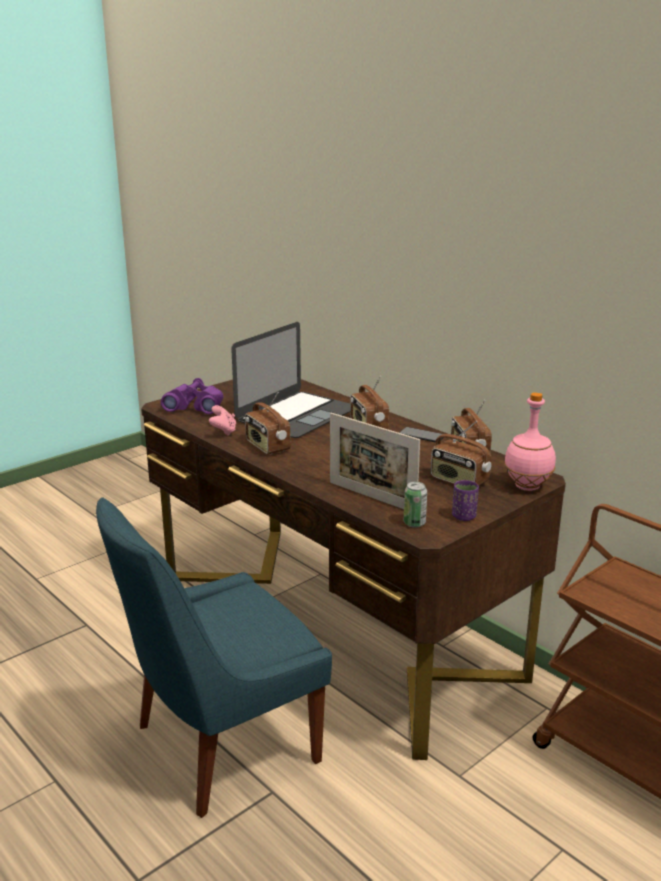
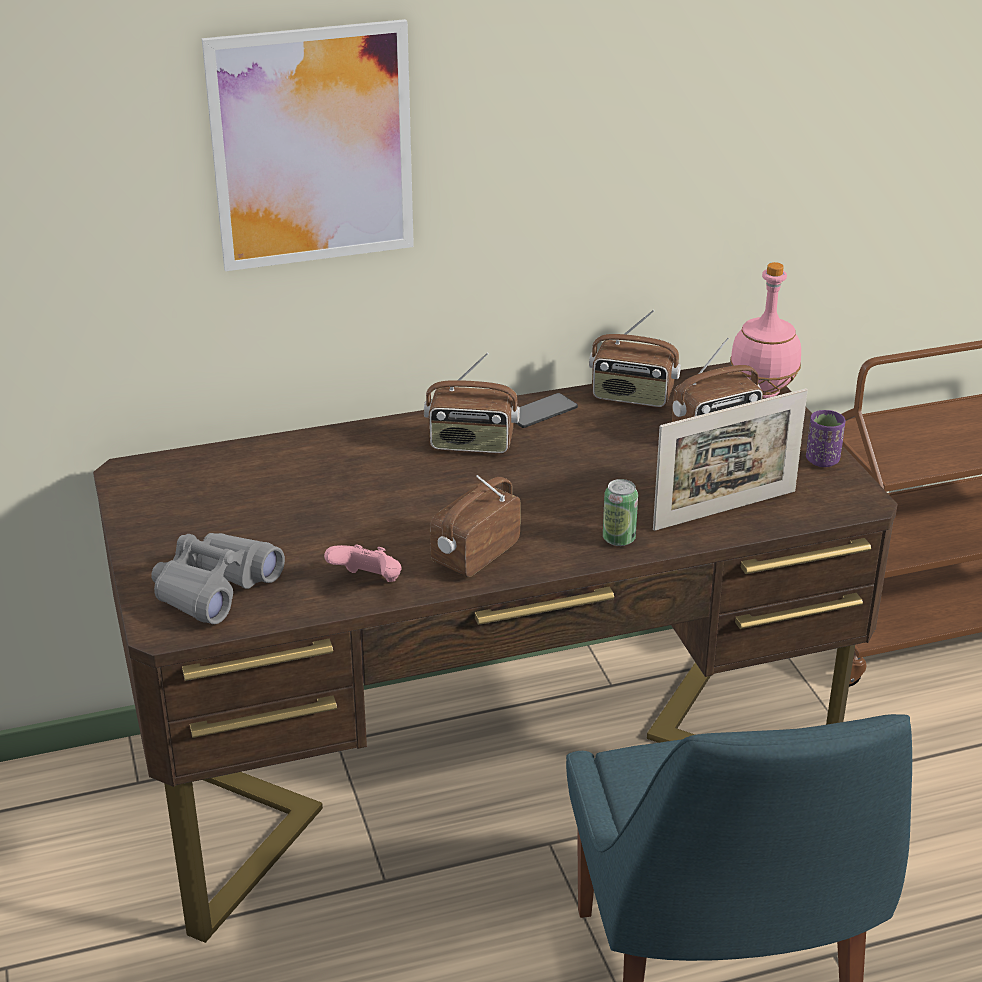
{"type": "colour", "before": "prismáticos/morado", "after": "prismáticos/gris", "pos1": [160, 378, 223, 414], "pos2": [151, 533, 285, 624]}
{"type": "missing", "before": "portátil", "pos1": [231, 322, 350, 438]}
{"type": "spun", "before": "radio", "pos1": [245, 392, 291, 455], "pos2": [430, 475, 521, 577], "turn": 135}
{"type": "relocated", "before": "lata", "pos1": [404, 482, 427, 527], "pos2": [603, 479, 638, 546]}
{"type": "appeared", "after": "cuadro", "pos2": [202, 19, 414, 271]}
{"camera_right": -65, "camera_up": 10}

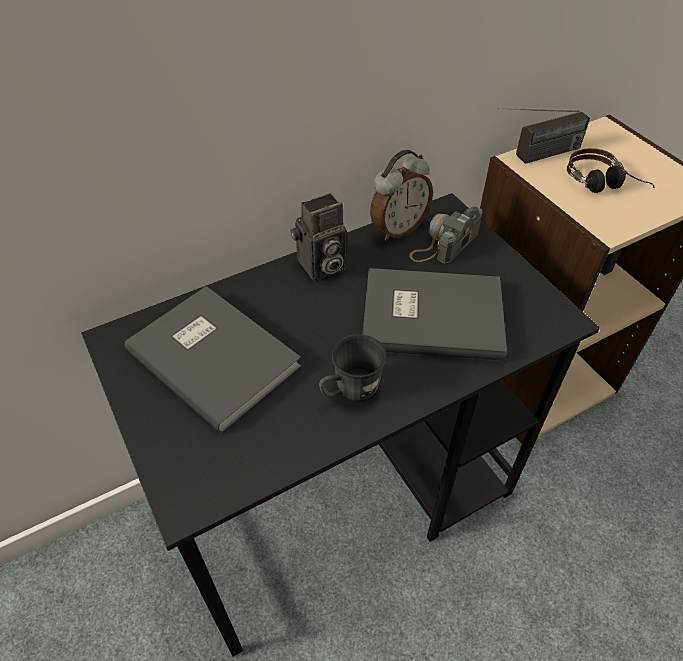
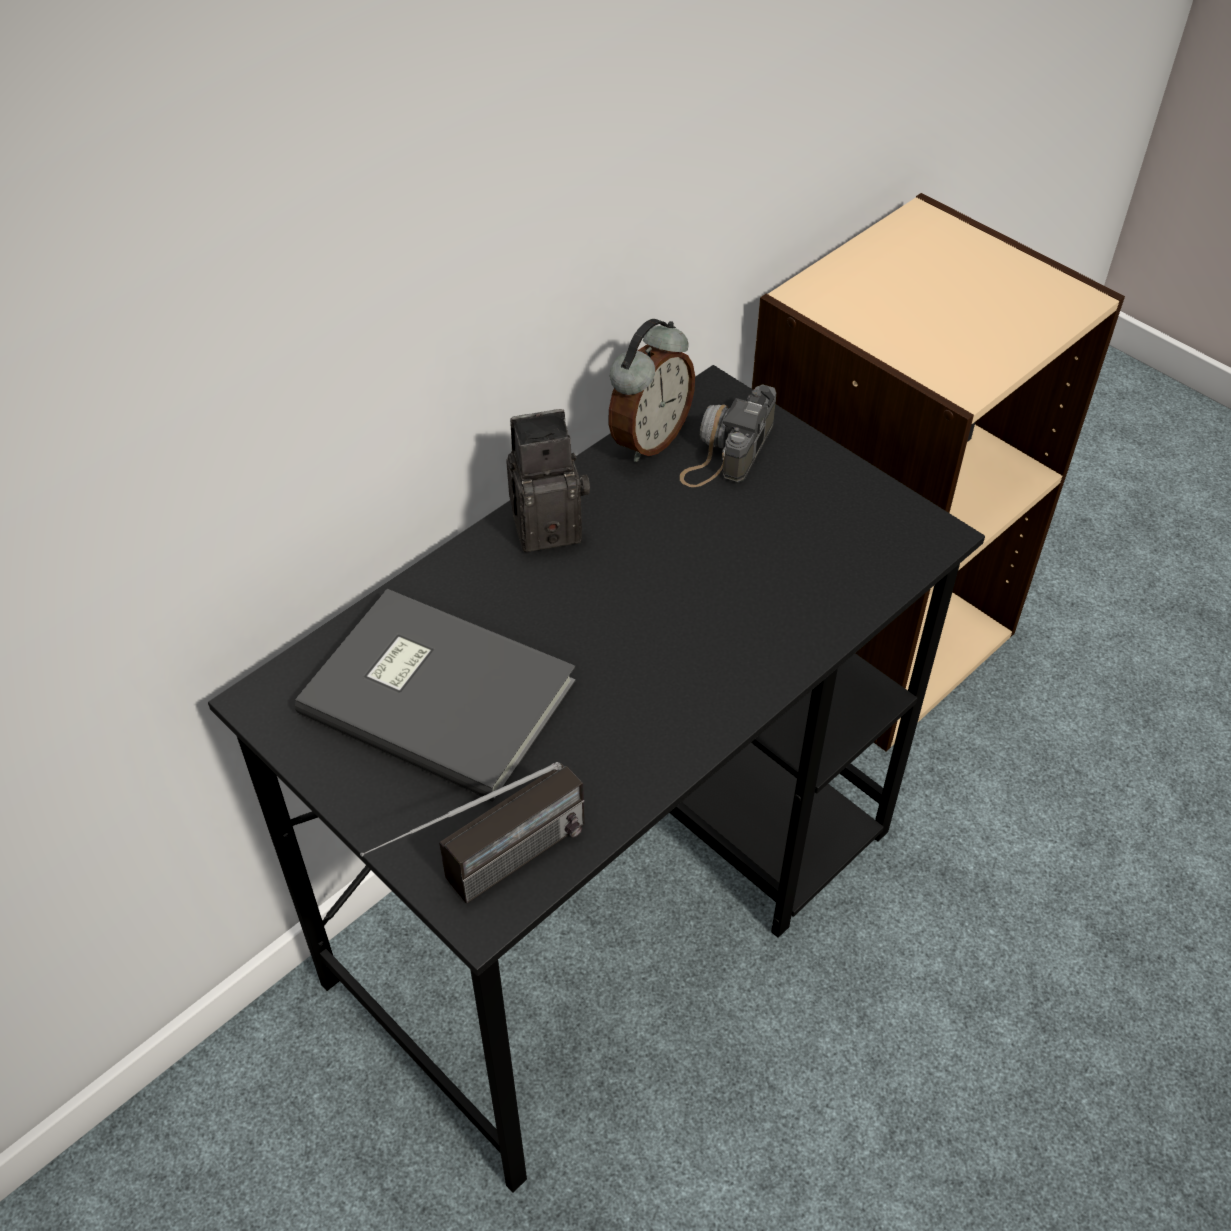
{"type": "spun", "before": "cámara", "pos1": [290, 193, 347, 281], "pos2": [506, 409, 590, 552], "turn": -150}
{"type": "missing", "before": "taza grande/gris", "pos1": [319, 334, 386, 402]}
{"type": "missing", "before": "libro/gris", "pos1": [363, 268, 507, 361]}
{"type": "relocated", "before": "radio", "pos1": [496, 108, 590, 164], "pos2": [360, 762, 584, 904]}
{"type": "missing", "before": "auriculares", "pos1": [567, 148, 654, 193]}
{"camera_right": -15, "camera_up": 0}

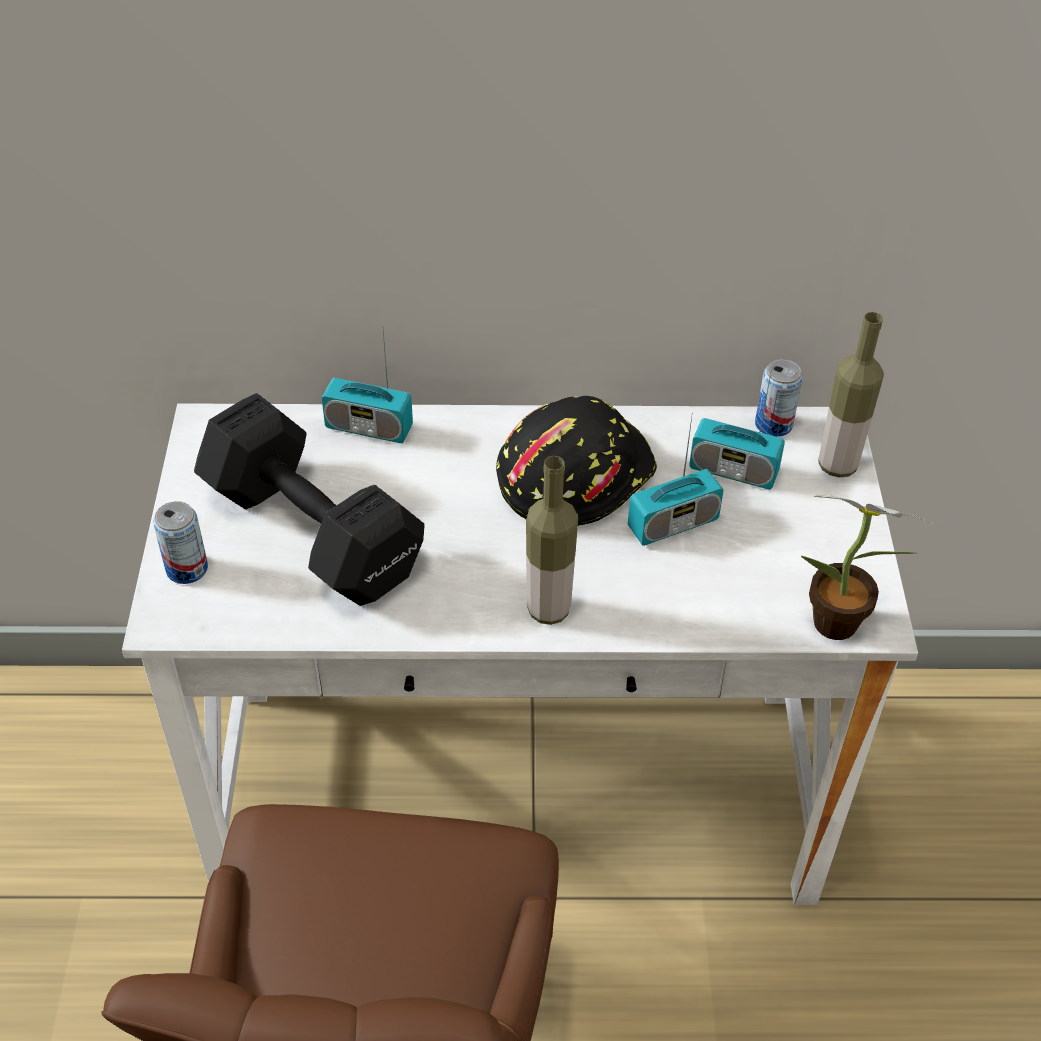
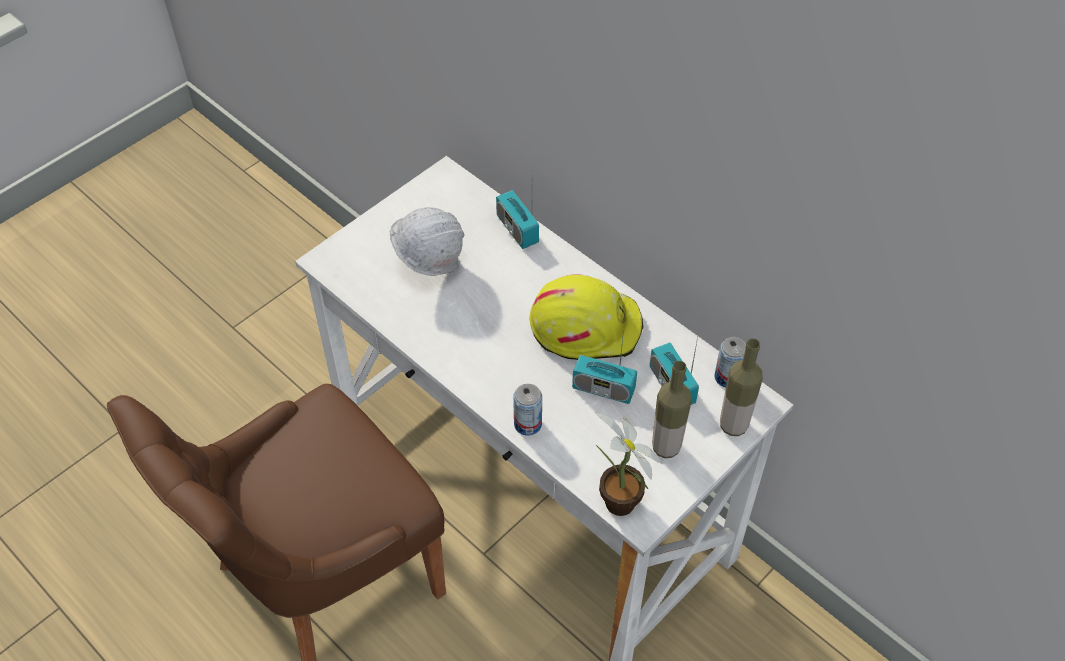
{"type": "relocated", "before": "lata", "pos1": [153, 501, 208, 584], "pos2": [513, 384, 542, 436]}
{"type": "exchanged", "before": "mancuerna/negro", "after": "casco/blanco", "pos1": [194, 393, 425, 606], "pos2": [390, 207, 465, 276]}
{"type": "colour", "before": "casco/negro", "after": "casco/amarillo", "pos1": [496, 396, 657, 526], "pos2": [529, 275, 644, 360]}
{"type": "relocated", "before": "botella", "pos1": [526, 456, 578, 625], "pos2": [652, 361, 692, 458]}
{"camera_right": 45, "camera_up": 5}

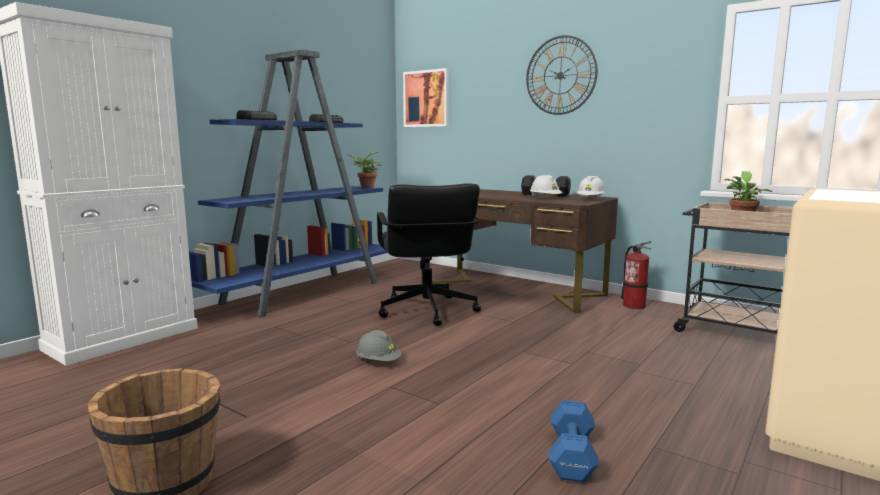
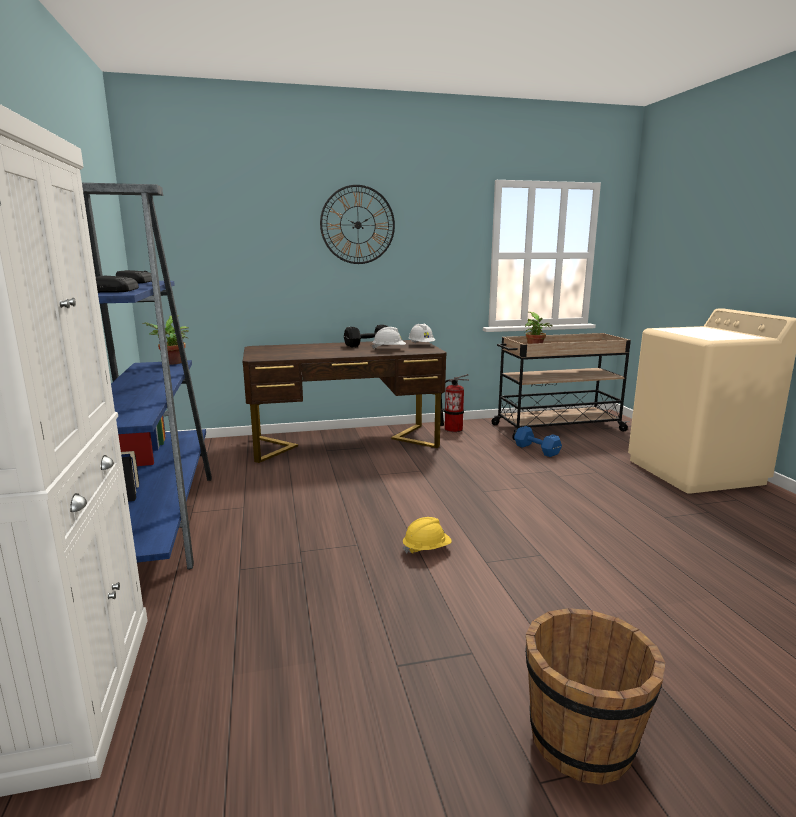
{"type": "colour", "before": "casco/gris", "after": "casco/amarillo", "pos1": [356, 330, 402, 361], "pos2": [403, 517, 452, 554]}
{"type": "missing", "before": "silla de oficina/negro", "pos1": [377, 183, 481, 326]}
{"type": "missing", "before": "cuadro", "pos1": [403, 68, 449, 127]}
{"type": "relocated", "before": "mancuerna/azul", "pos1": [549, 400, 599, 482], "pos2": [514, 426, 562, 457]}
{"camera_right": -50, "camera_up": 5}

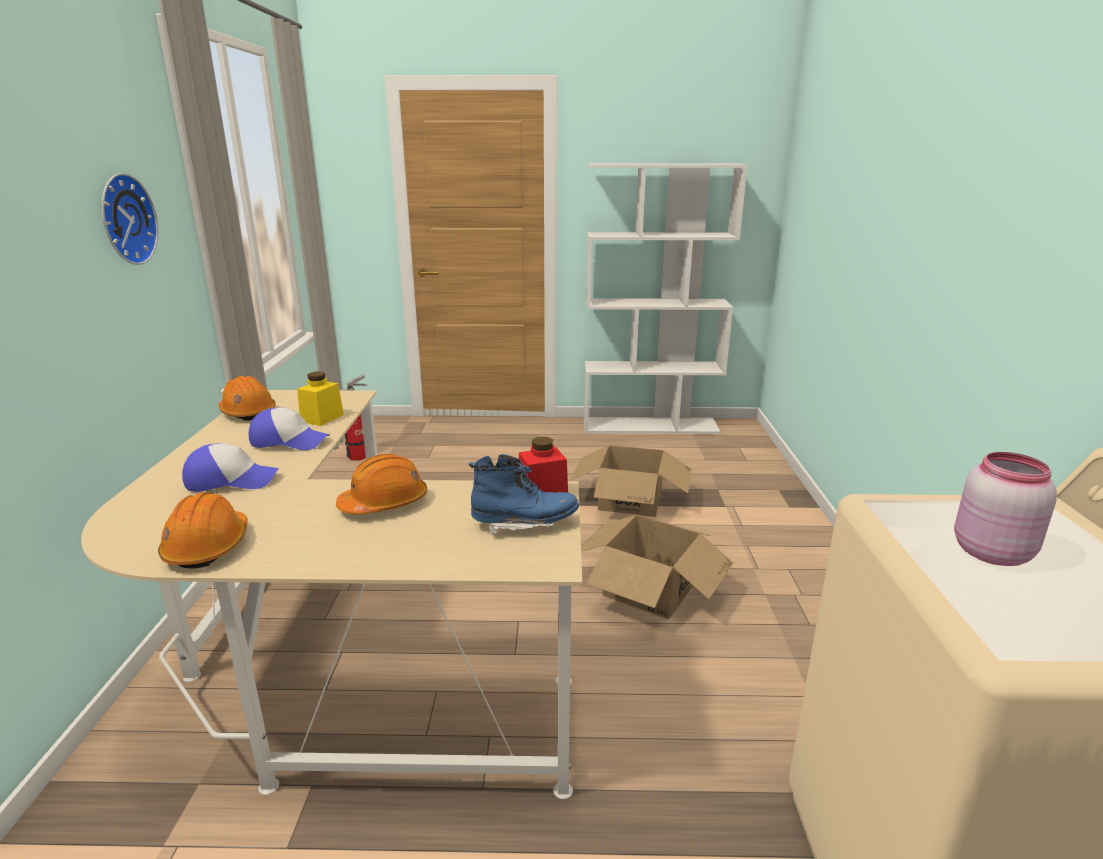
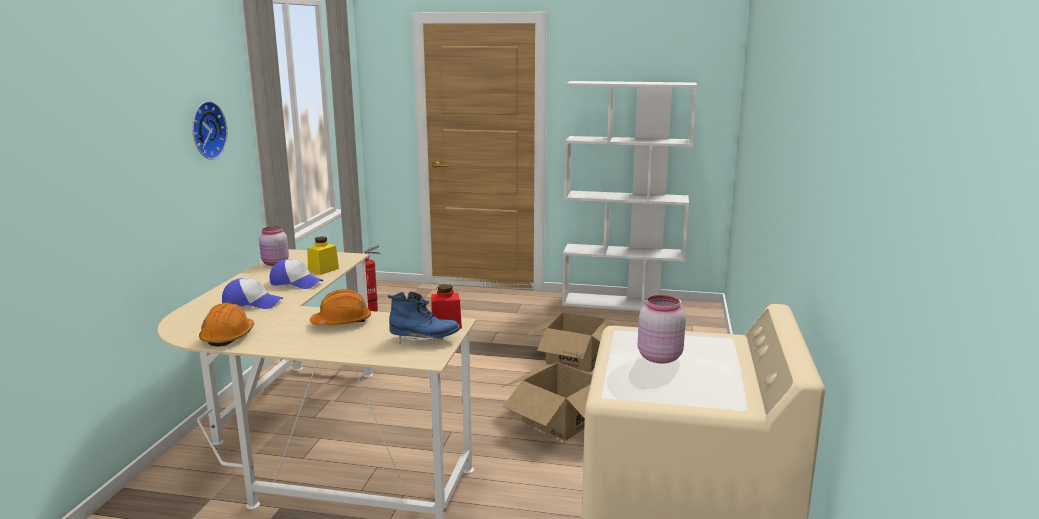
{"type": "exchanged", "before": "casco/naranja", "after": "tarro/rosa", "pos1": [219, 376, 276, 421], "pos2": [259, 226, 289, 266]}
{"camera_right": 10, "camera_up": -5}

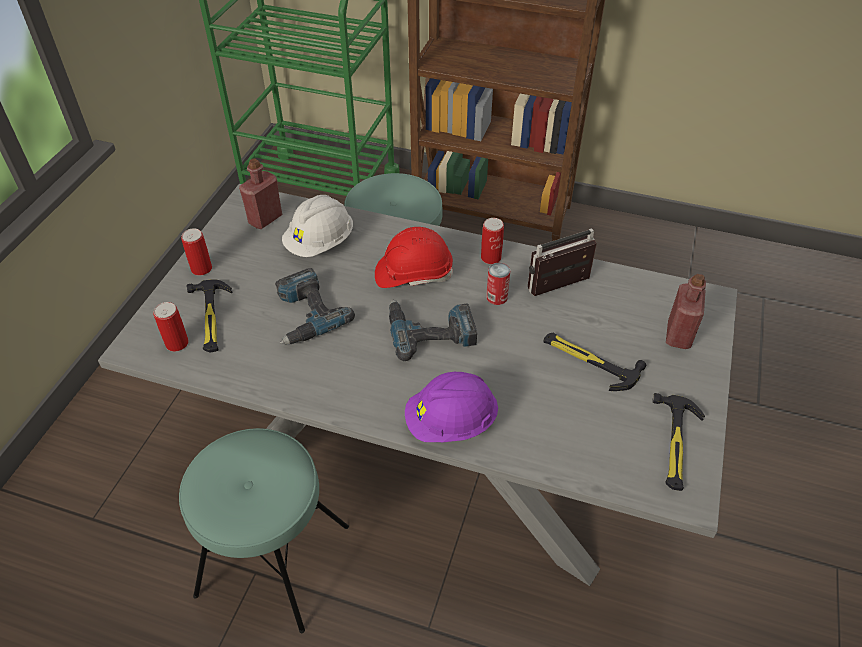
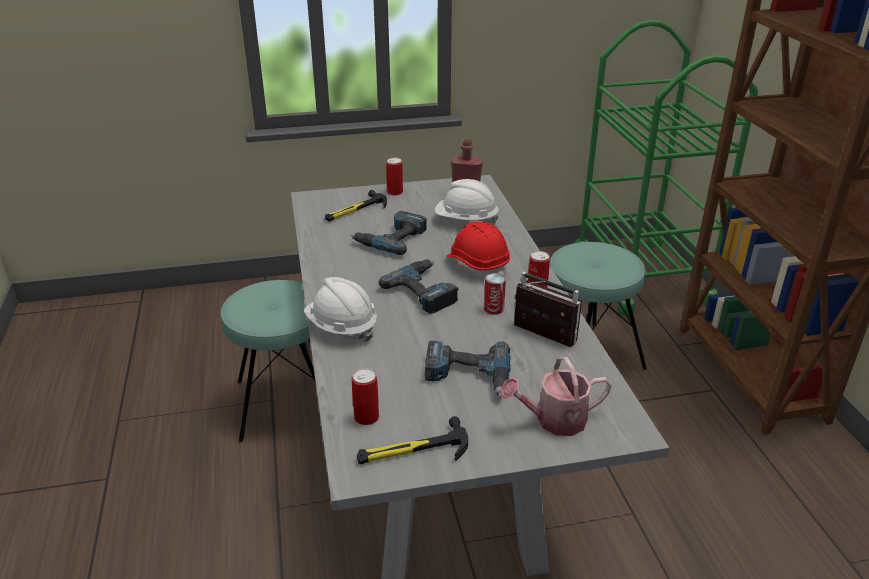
{"type": "relocated", "before": "lata", "pos1": [153, 302, 189, 352], "pos2": [352, 368, 379, 425]}
{"type": "colour", "before": "casco/morado", "after": "casco/blanco", "pos1": [405, 372, 498, 442], "pos2": [304, 277, 377, 342]}
{"type": "exchanged", "before": "martillo", "after": "taladro", "pos1": [544, 333, 646, 391], "pos2": [425, 341, 511, 397]}
{"type": "exchanged", "before": "botella/rojo", "after": "regadera", "pos1": [666, 274, 706, 349], "pos2": [500, 357, 612, 436]}
{"camera_right": 60, "camera_up": -15}

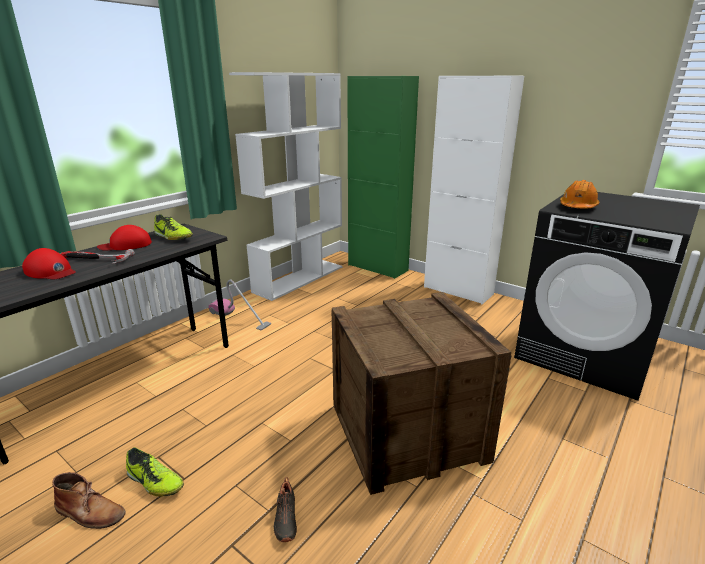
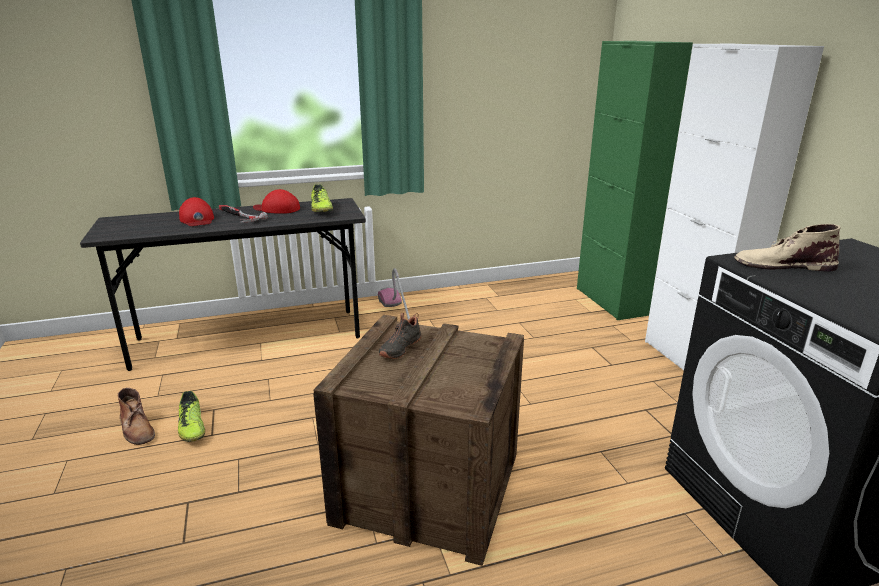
{"type": "missing", "before": "estantería/blanco", "pos1": [229, 72, 342, 301]}
{"type": "relocated", "before": "zapato/negro", "pos1": [274, 477, 297, 542], "pos2": [379, 313, 421, 359]}
{"type": "exchanged", "before": "casco/naranja", "after": "bota/beis", "pos1": [560, 180, 600, 209], "pos2": [734, 224, 841, 272]}
{"camera_right": 35, "camera_up": 0}

